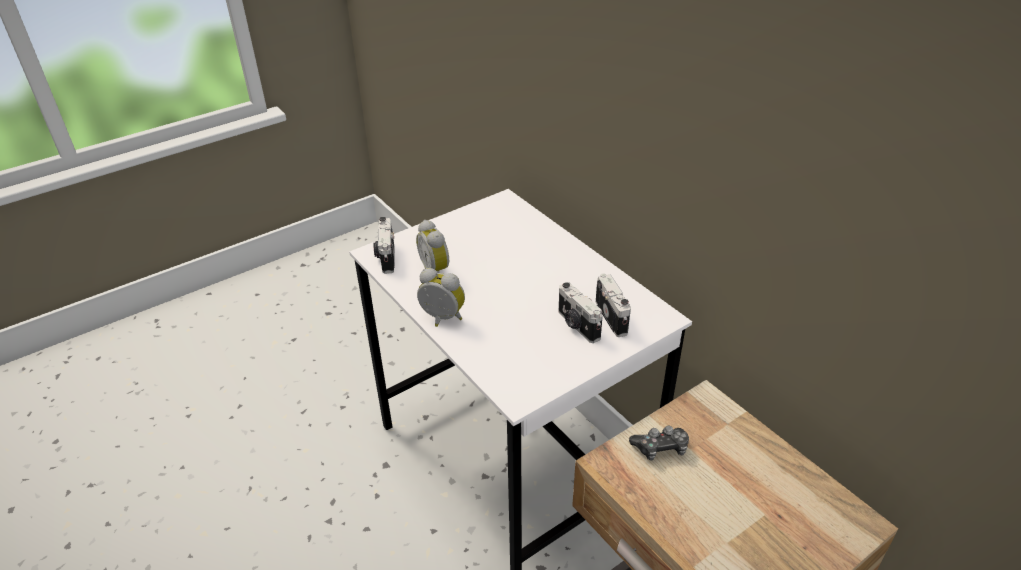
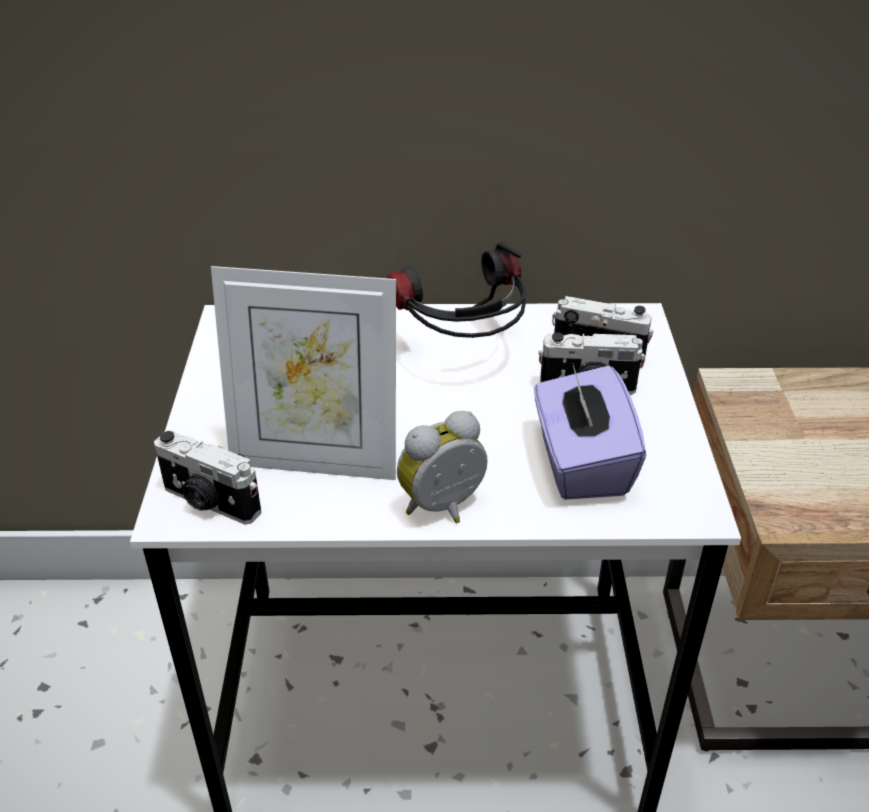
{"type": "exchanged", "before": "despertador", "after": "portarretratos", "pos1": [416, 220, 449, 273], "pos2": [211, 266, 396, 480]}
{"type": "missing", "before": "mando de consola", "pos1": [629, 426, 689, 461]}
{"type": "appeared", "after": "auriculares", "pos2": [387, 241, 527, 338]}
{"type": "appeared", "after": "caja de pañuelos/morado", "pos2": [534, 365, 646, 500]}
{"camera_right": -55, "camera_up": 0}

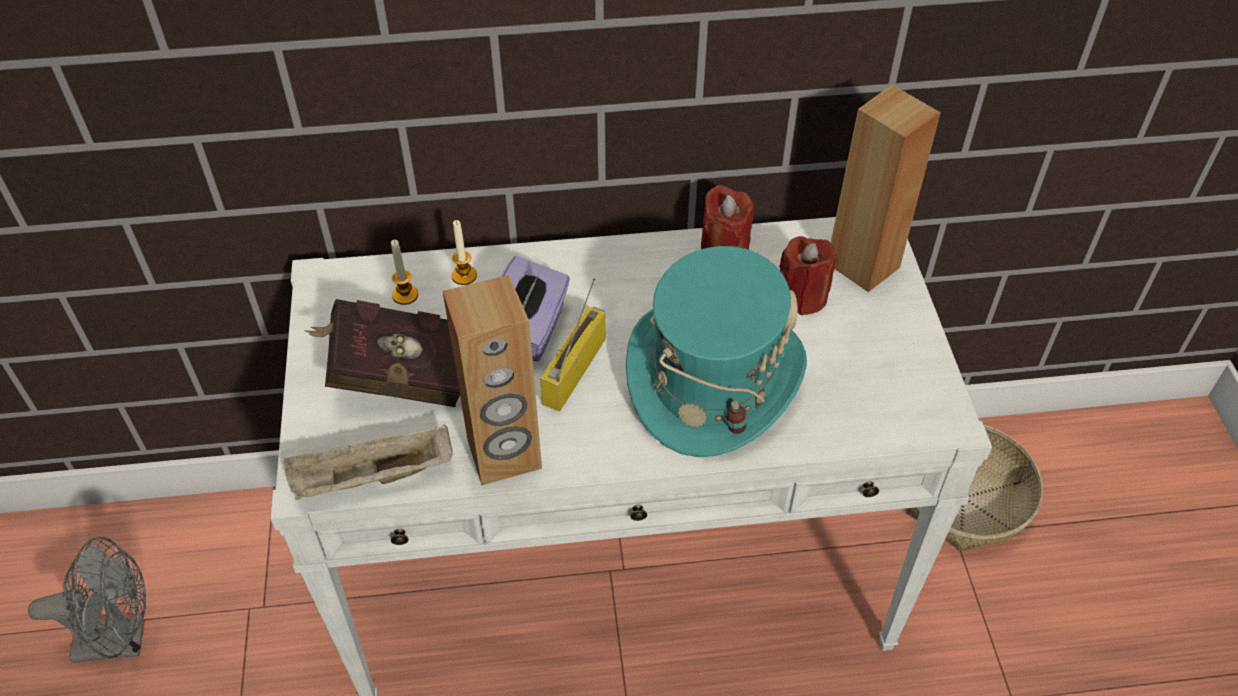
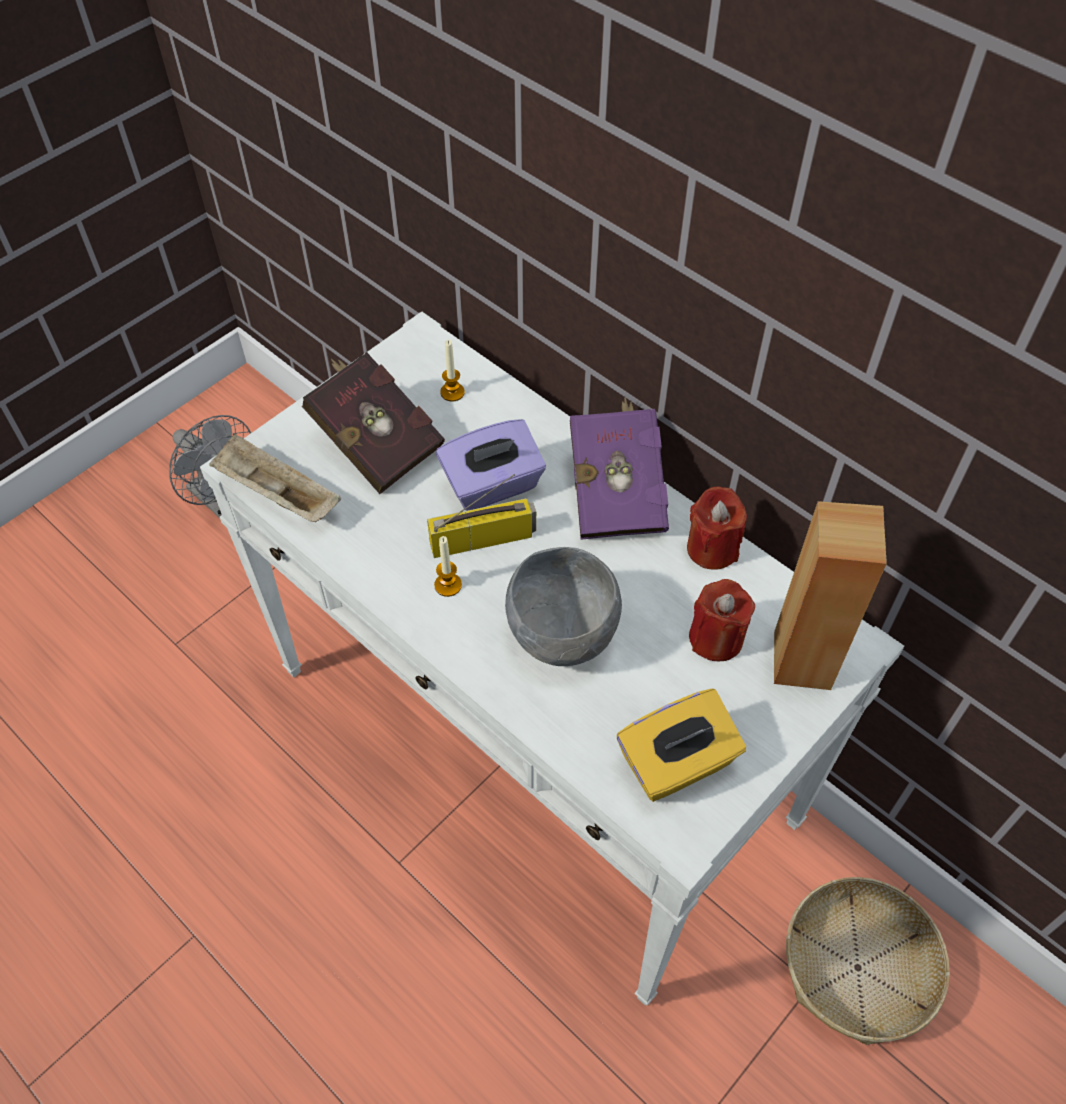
{"type": "missing", "before": "altavoz/marrón", "pos1": [443, 275, 542, 485]}
{"type": "relocated", "before": "vela", "pos1": [451, 220, 477, 285], "pos2": [434, 536, 462, 597]}
{"type": "exchanged", "before": "sombrero/turquesa", "after": "cuenco/gris", "pos1": [626, 246, 807, 457], "pos2": [505, 547, 622, 666]}
{"type": "appeared", "after": "libro/morado", "pos2": [570, 397, 669, 540]}
{"type": "appeared", "after": "caja de pañuelos/amarillo", "pos2": [617, 688, 746, 802]}
{"camera_right": 50, "camera_up": 5}

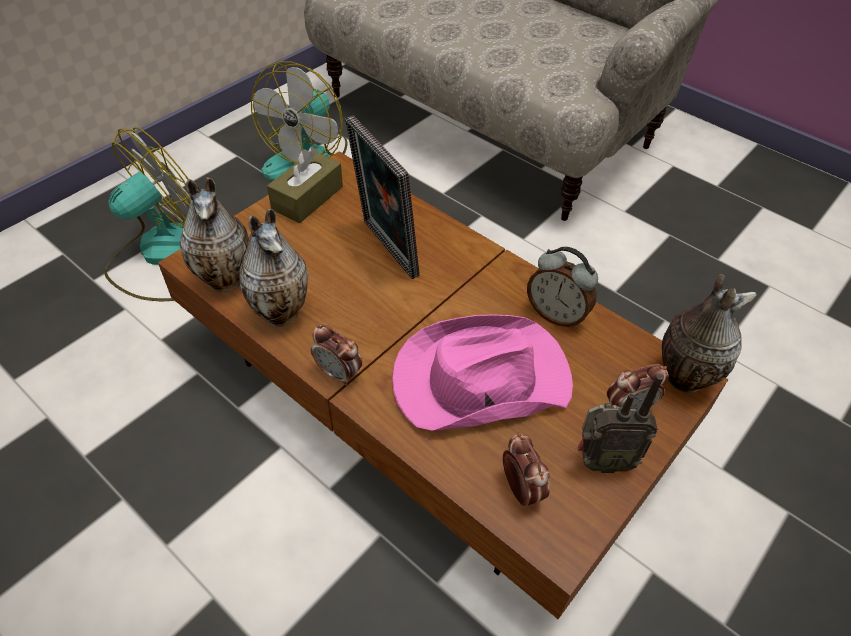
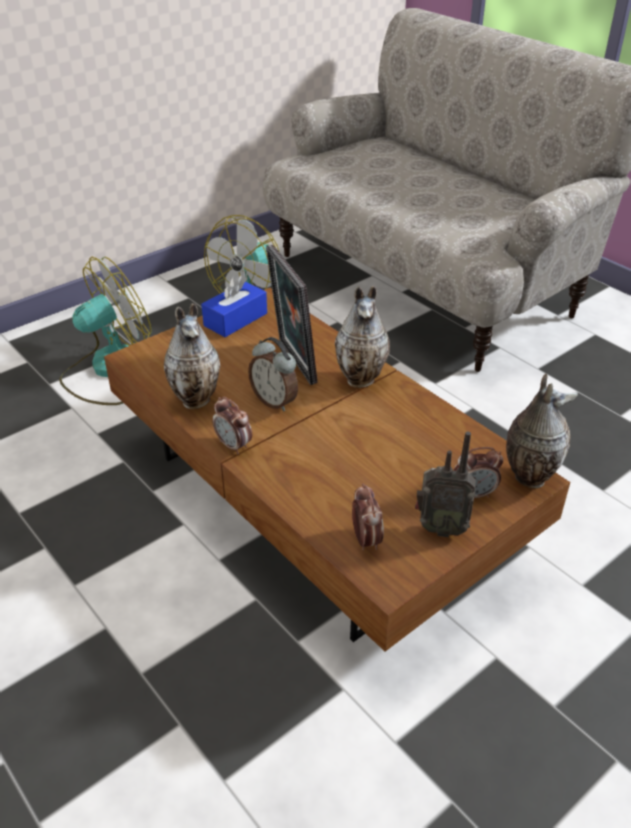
{"type": "relocated", "before": "florero", "pos1": [180, 177, 249, 292], "pos2": [335, 286, 390, 388]}
{"type": "colour", "before": "caja de pañuelos/marrón", "after": "caja de pañuelos/azul", "pos1": [267, 147, 343, 223], "pos2": [201, 275, 267, 337]}
{"type": "missing", "before": "sombrero/rosa", "pos1": [392, 315, 573, 431]}
{"type": "relocated", "before": "despertador", "pos1": [527, 247, 598, 328], "pos2": [248, 337, 298, 411]}
{"camera_right": 10, "camera_up": -10}

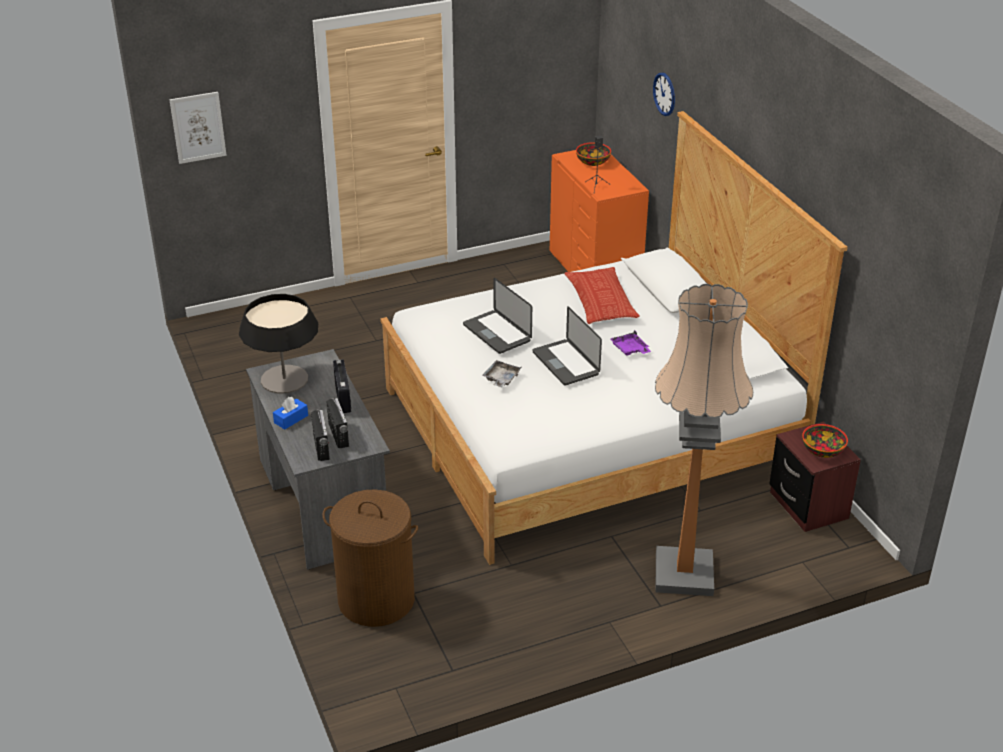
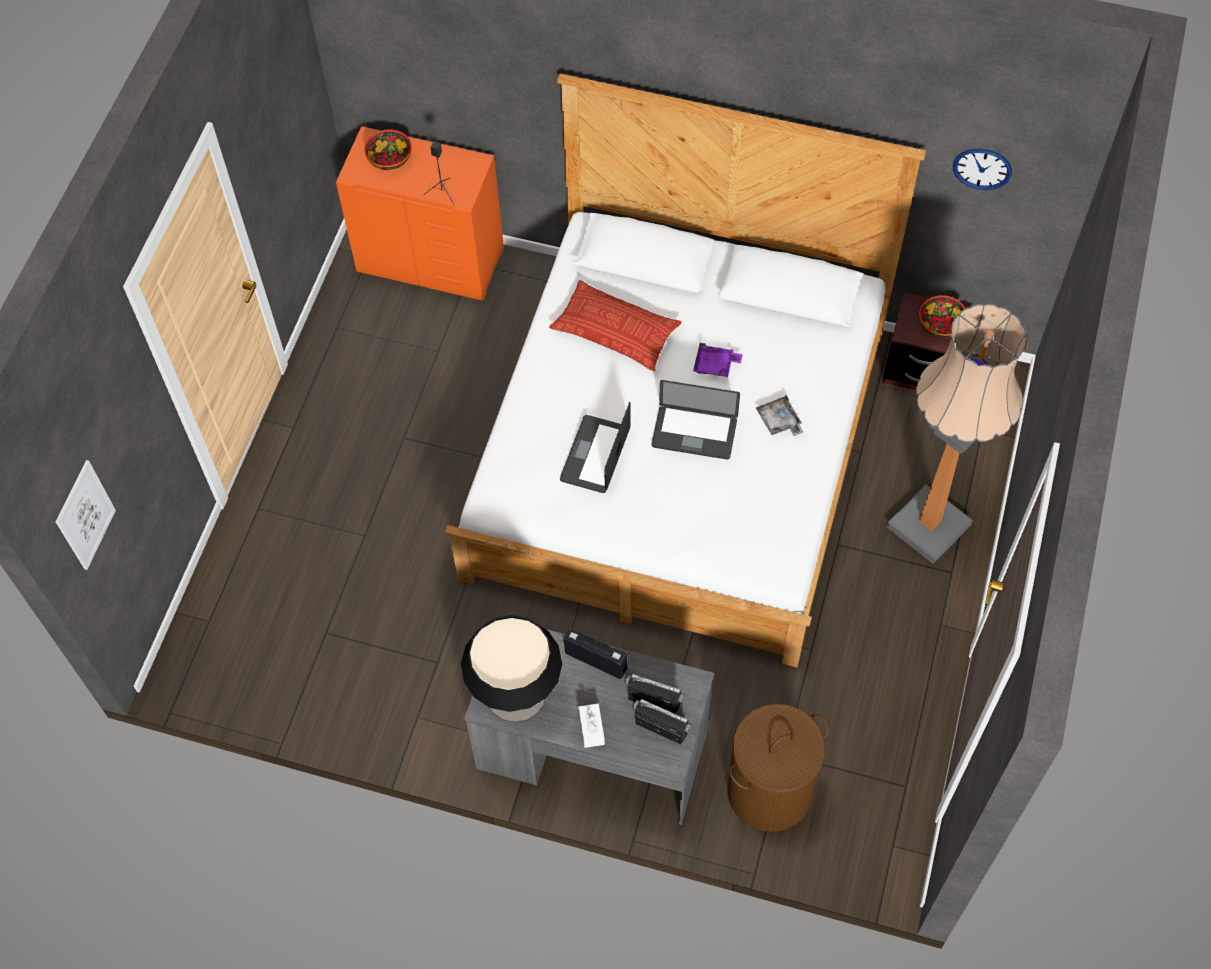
{"type": "colour", "before": "caja de pañuelos/azul", "after": "caja de pañuelos/blanco", "pos1": [273, 397, 308, 430], "pos2": [579, 704, 605, 748]}
{"type": "spun", "before": "portátil", "pos1": [463, 278, 532, 354], "pos2": [560, 402, 630, 493], "turn": 105}
{"type": "relocated", "before": "bandeja/gris", "pos1": [482, 360, 522, 387], "pos2": [756, 395, 803, 436]}
{"type": "relocated", "before": "reloj de pared", "pos1": [653, 72, 675, 116], "pos2": [953, 148, 1012, 190]}
{"camera_right": -50, "camera_up": 25}

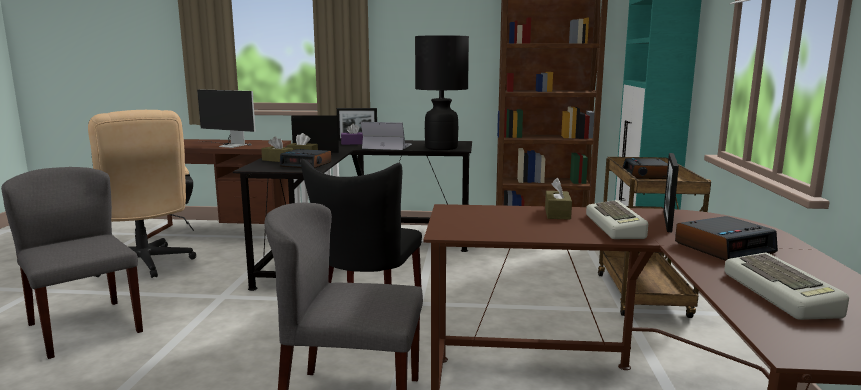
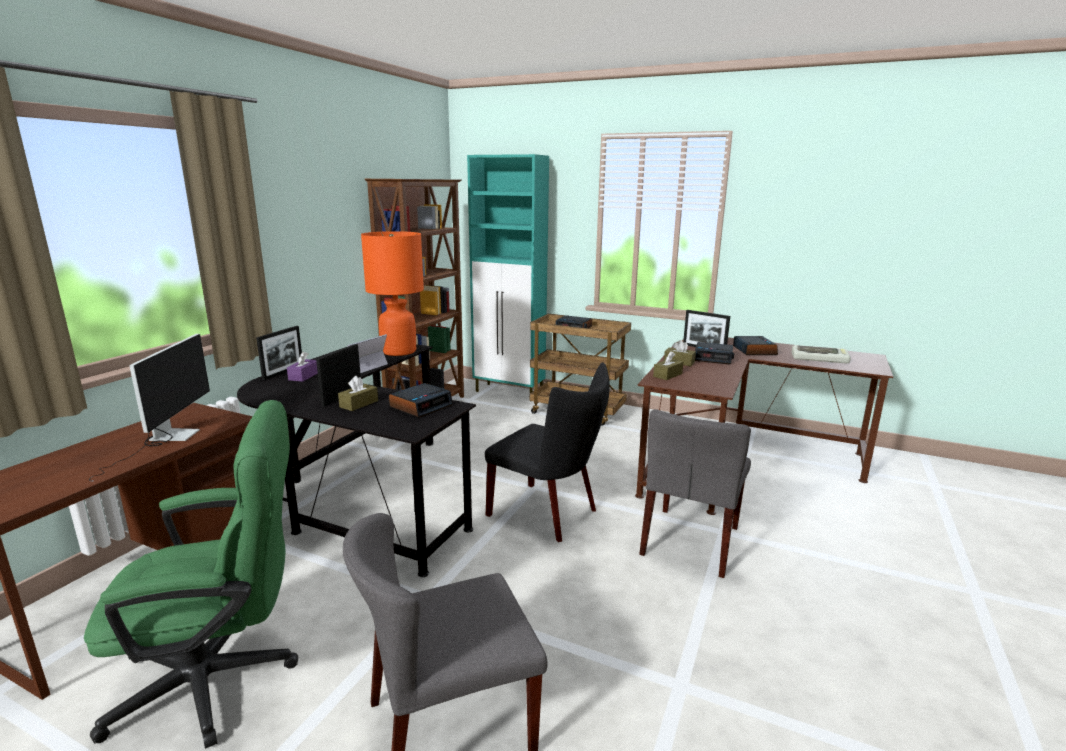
{"type": "colour", "before": "silla de oficina/beis", "after": "silla de oficina/verde", "pos1": [88, 110, 196, 278], "pos2": [84, 400, 298, 749]}
{"type": "spun", "before": "monitor", "pos1": [197, 89, 256, 148], "pos2": [89, 334, 210, 482], "turn": -45}
{"type": "relocated", "before": "caja de pañuelos/marrón", "pos1": [261, 136, 293, 162], "pos2": [653, 351, 683, 380]}
{"type": "colour", "before": "lámpara de mesa/negro", "after": "lámpara de mesa/naranja", "pos1": [415, 35, 469, 150], "pos2": [361, 231, 424, 356]}
{"type": "exchanged", "before": "teclado", "after": "despertador", "pos1": [586, 200, 648, 239], "pos2": [695, 342, 734, 364]}
{"camera_right": -70, "camera_up": 5}

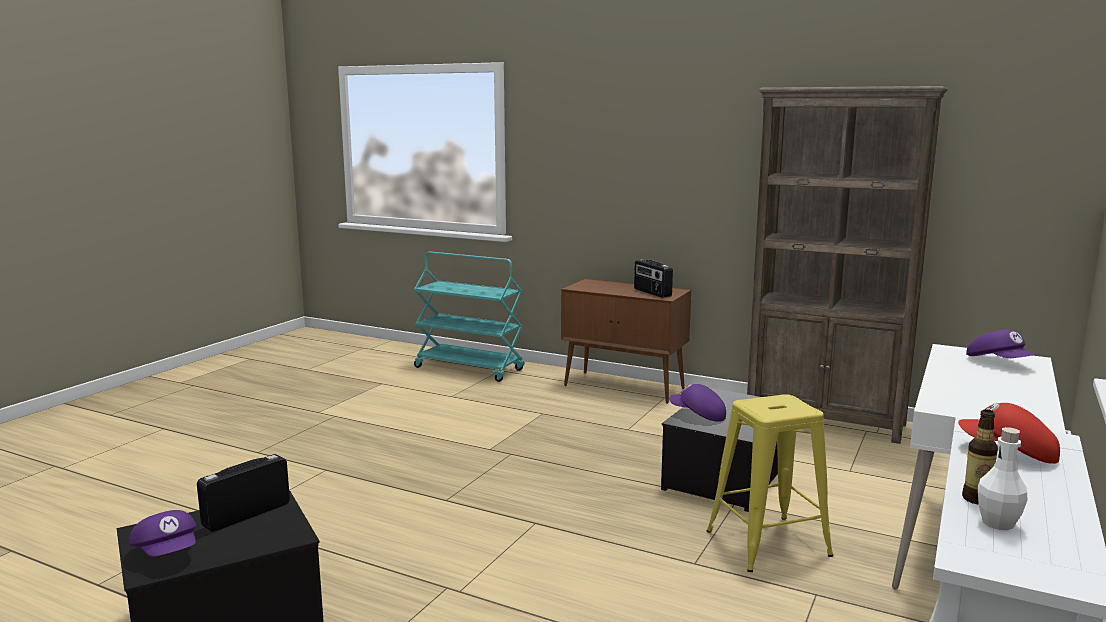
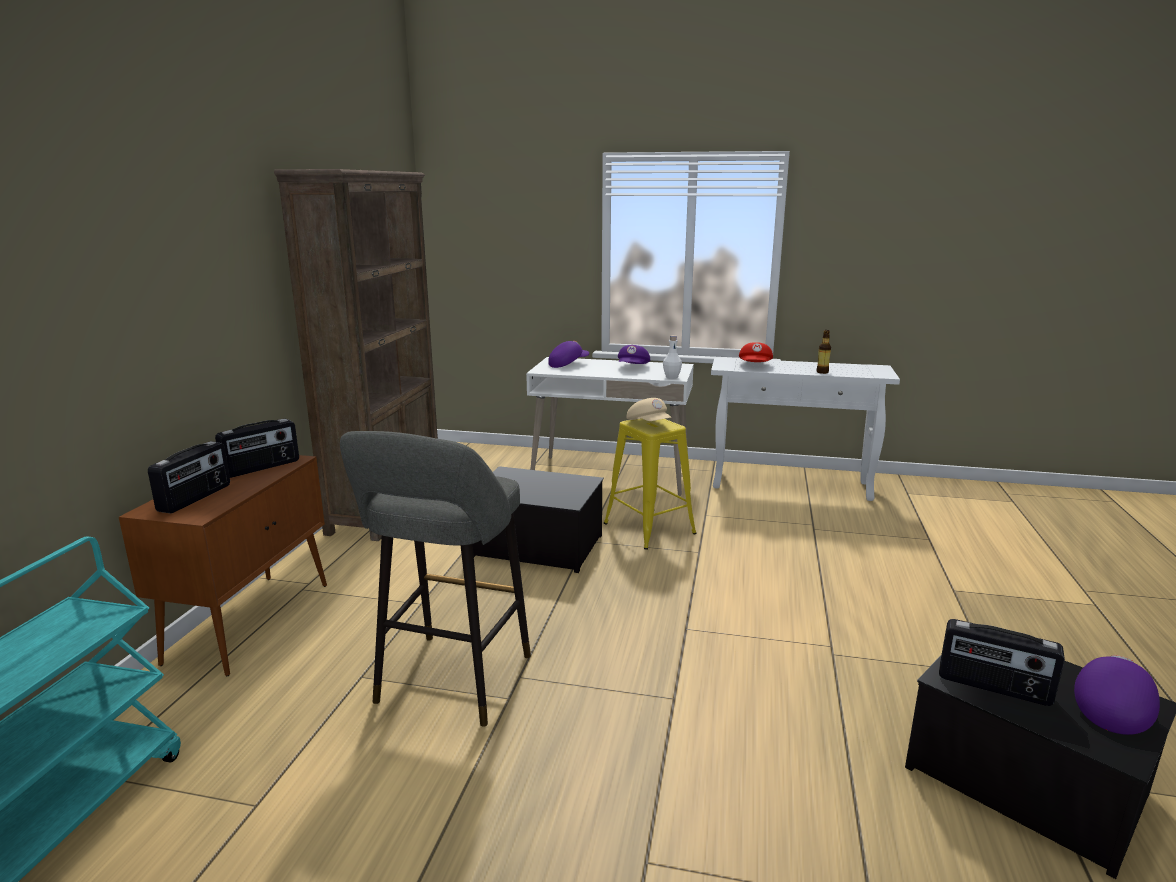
{"type": "relocated", "before": "gorra/morado", "pos1": [669, 384, 726, 422], "pos2": [618, 345, 650, 364]}
{"type": "relocated", "before": "botella/blanco", "pos1": [978, 427, 1028, 530], "pos2": [663, 335, 682, 379]}
{"type": "appeared", "after": "radio", "pos2": [148, 441, 230, 514]}
{"type": "appeared", "after": "taburete/gris", "pos2": [340, 431, 531, 727]}
{"type": "appeared", "after": "gorra/beis", "pos2": [626, 398, 671, 421]}
{"camera_right": -105, "camera_up": 5}

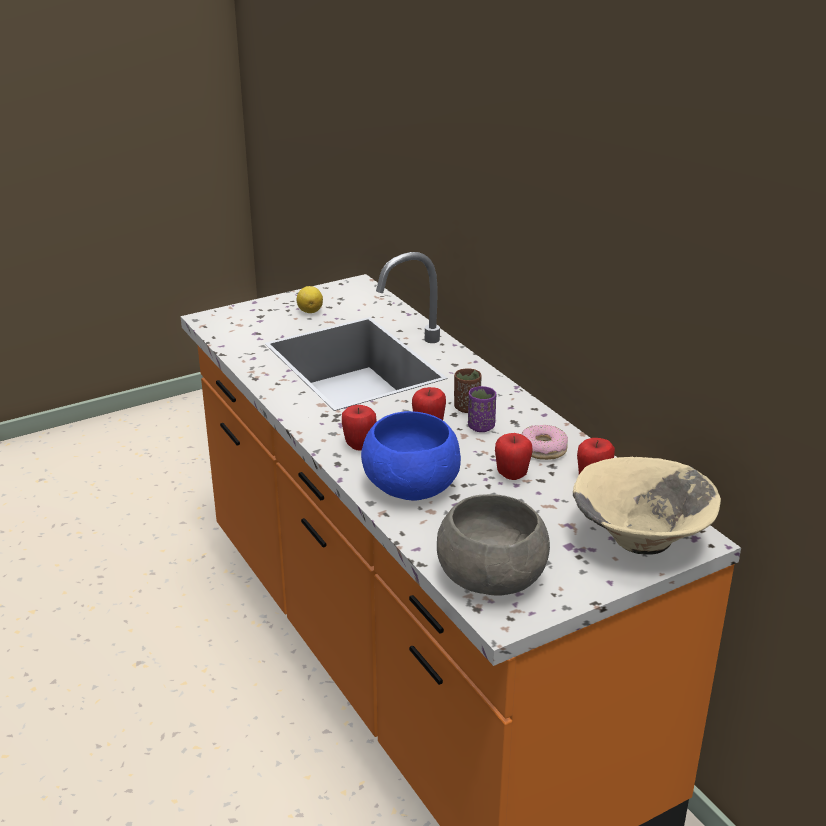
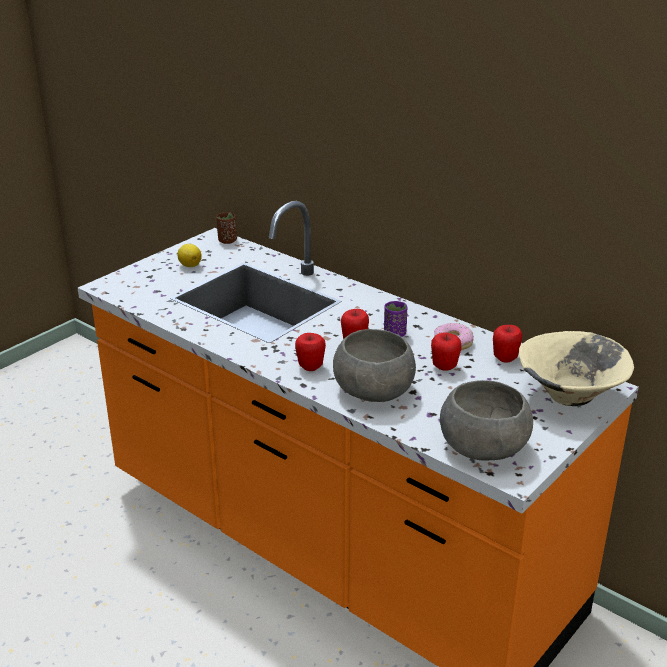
{"type": "colour", "before": "cuenco/azul", "after": "cuenco/gris", "pos1": [361, 411, 461, 501], "pos2": [333, 329, 416, 402]}
{"type": "relocated", "before": "taza/marrón", "pos1": [454, 368, 482, 413], "pos2": [216, 212, 237, 244]}
{"camera_right": -20, "camera_up": 0}

